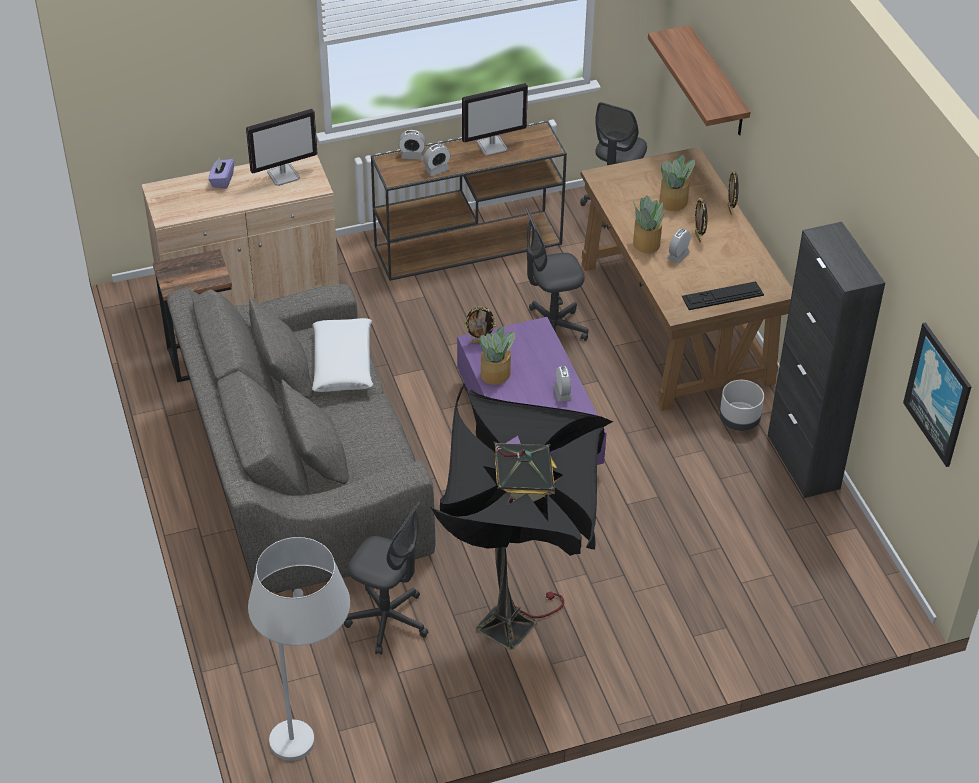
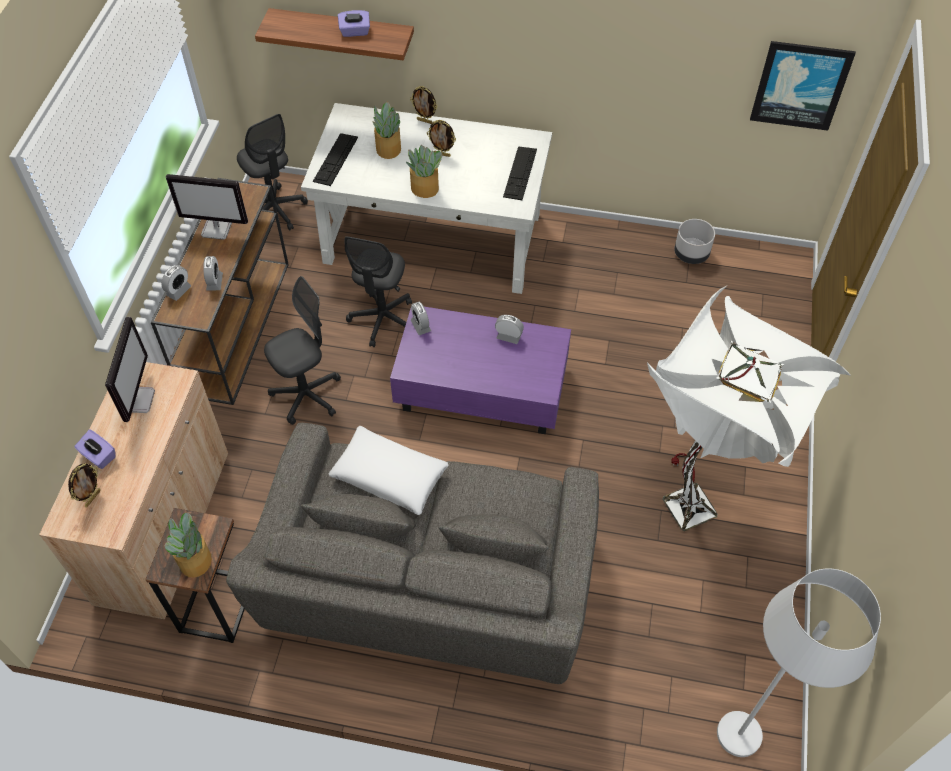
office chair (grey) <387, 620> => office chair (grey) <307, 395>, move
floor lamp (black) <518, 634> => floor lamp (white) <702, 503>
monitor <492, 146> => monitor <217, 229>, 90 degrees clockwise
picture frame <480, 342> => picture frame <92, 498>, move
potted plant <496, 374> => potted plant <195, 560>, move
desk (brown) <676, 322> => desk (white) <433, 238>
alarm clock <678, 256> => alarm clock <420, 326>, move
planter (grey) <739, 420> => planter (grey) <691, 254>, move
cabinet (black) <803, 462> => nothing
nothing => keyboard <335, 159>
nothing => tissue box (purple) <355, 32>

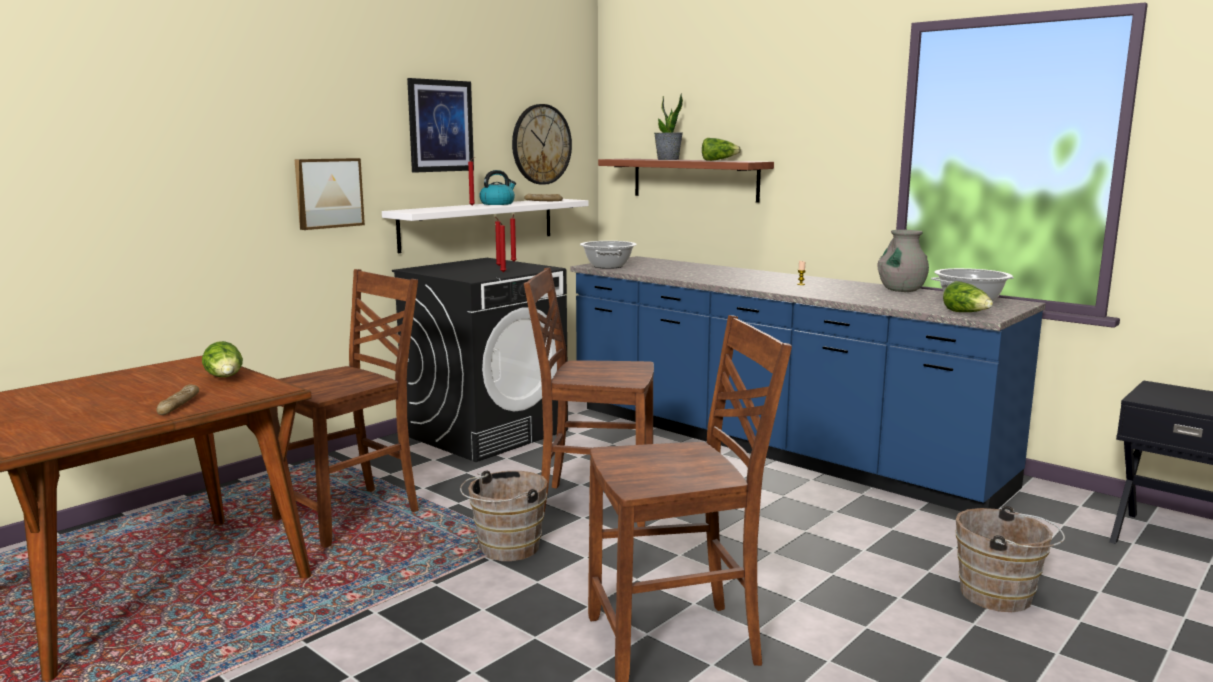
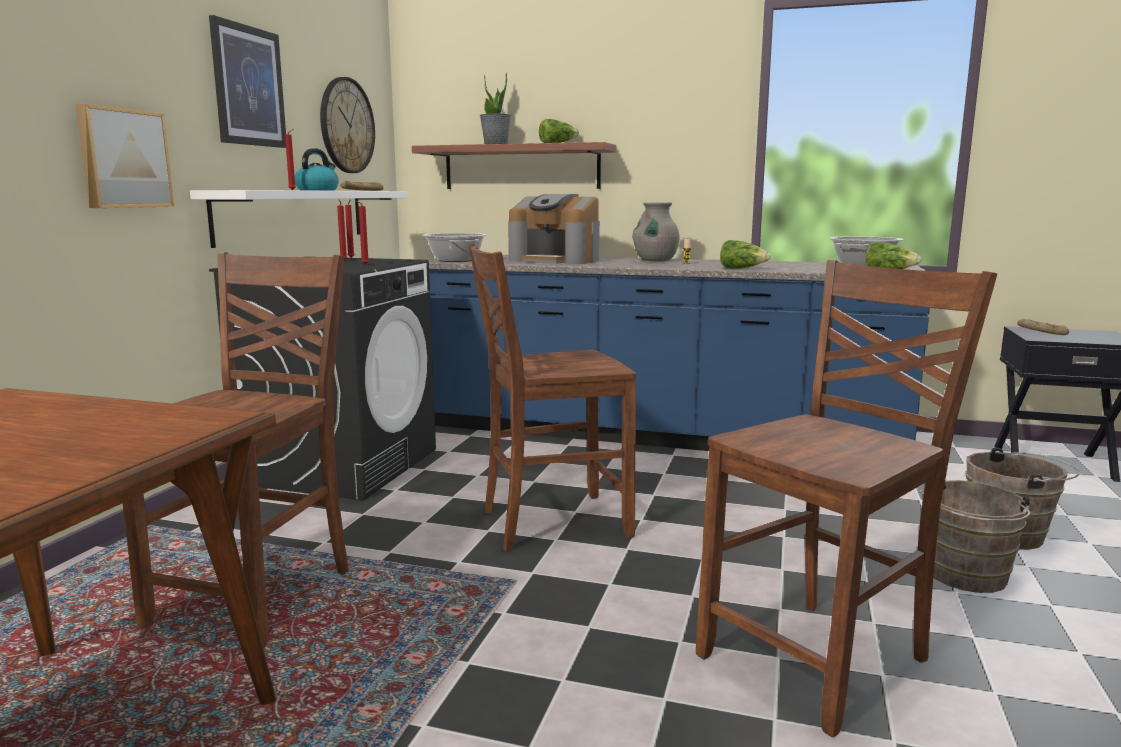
bread <179, 405> => bread <1041, 331>, move
lettuce <226, 378> => lettuce <742, 269>, move
bucket (brown) <505, 549> => bucket (brown) <966, 577>, move
vase (grey) <901, 290> => vase (grey) <655, 260>, move
nothing => coffee machine <556, 260>

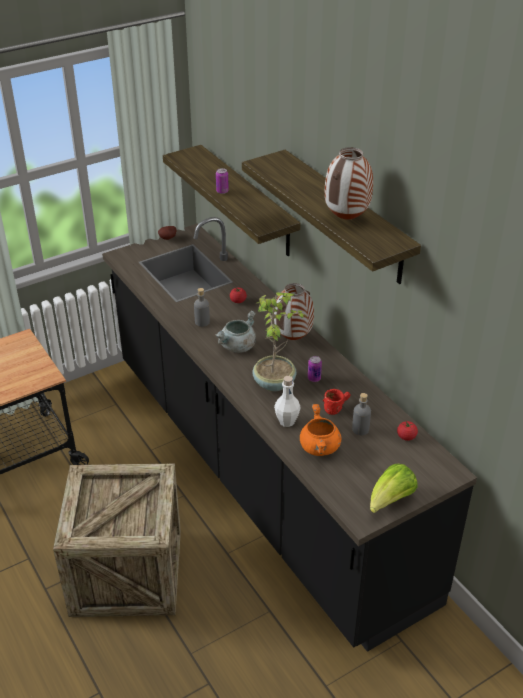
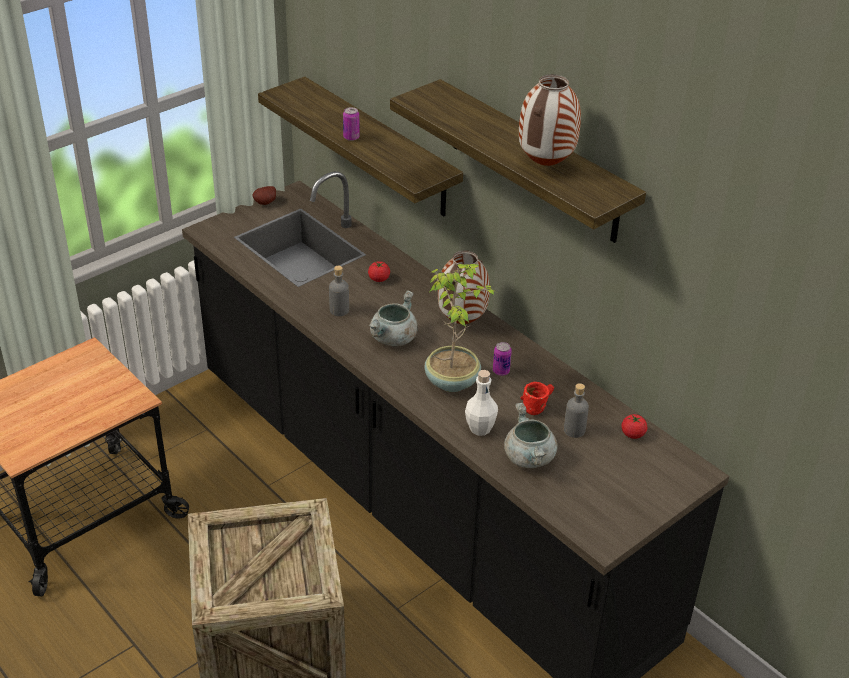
cooking pot (orange) <320, 448> => cooking pot (grey) <529, 458>
lettuce <390, 500> => nothing

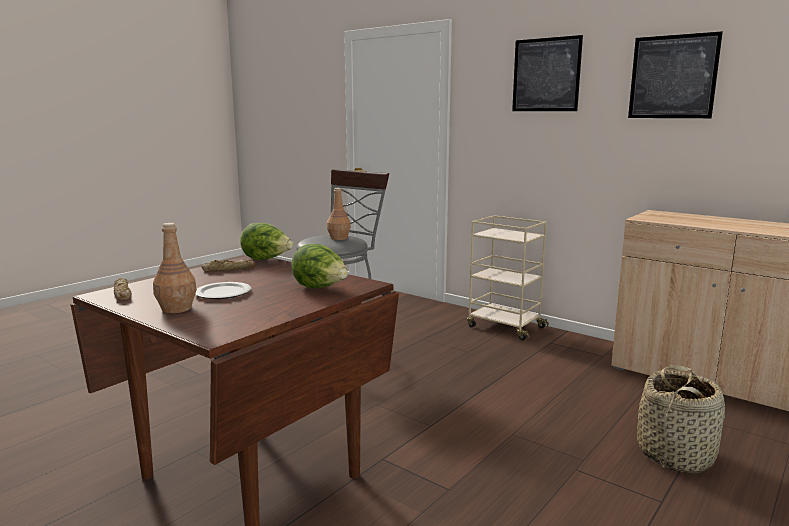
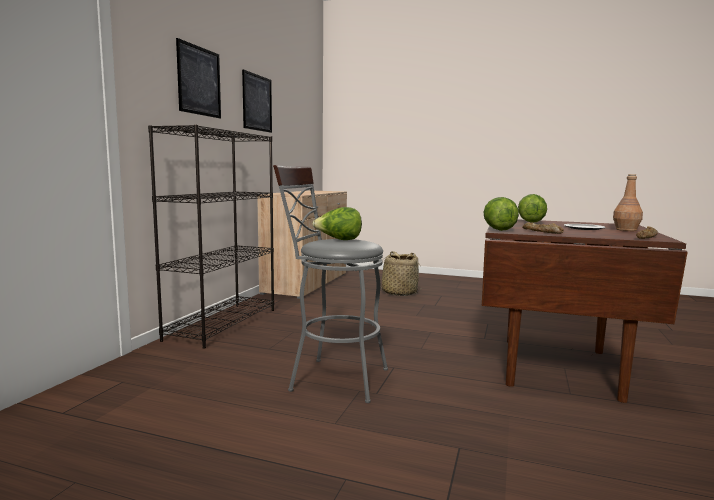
bottle (brown) <338, 238> => lettuce <339, 240>
cart (beige) <504, 327> => bookcase (black) <223, 324>

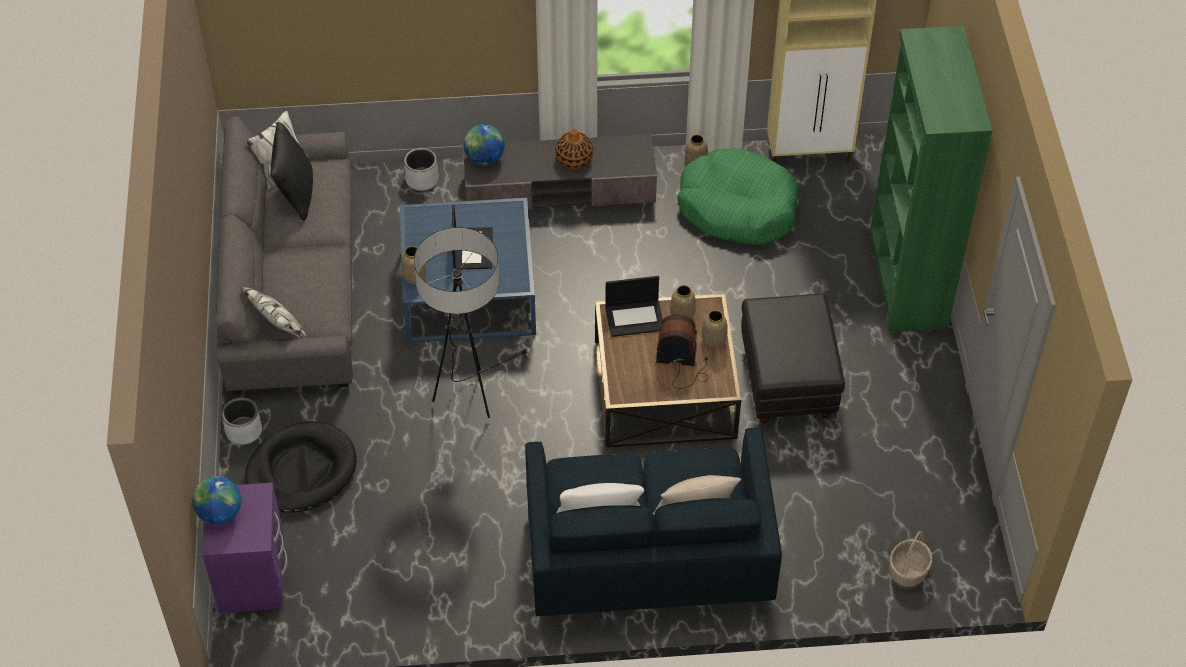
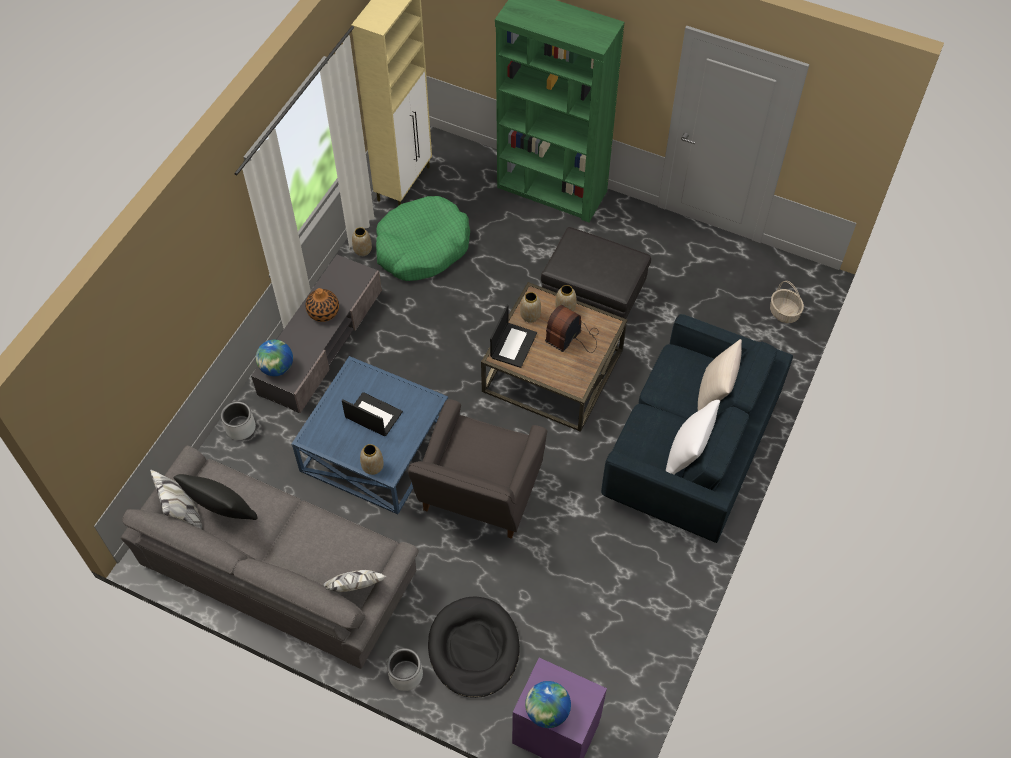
floor lamp <470, 396> => armchair (grey) <479, 496>

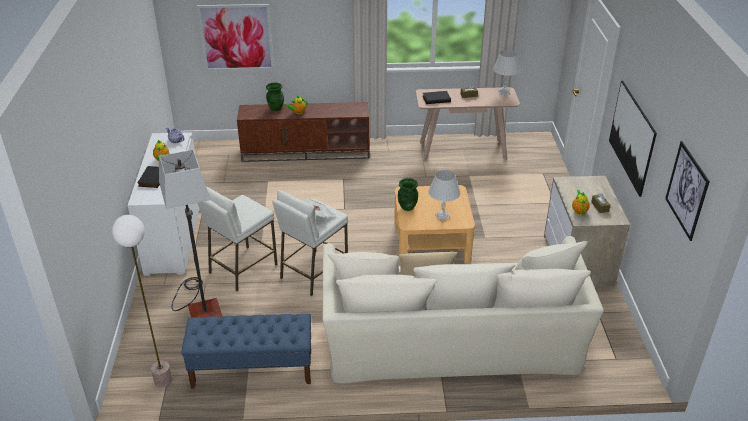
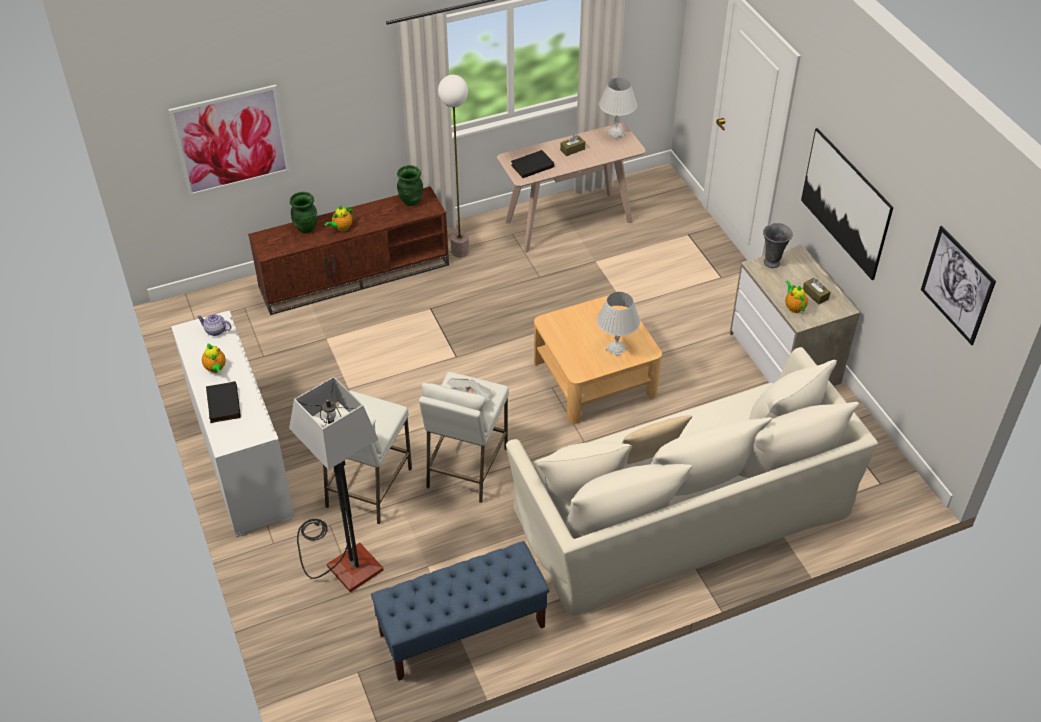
floor lamp <163, 380> => floor lamp <460, 251>, move
vase (green) <407, 207> => vase (green) <410, 201>, move
nothing => vase (grey) <772, 262>

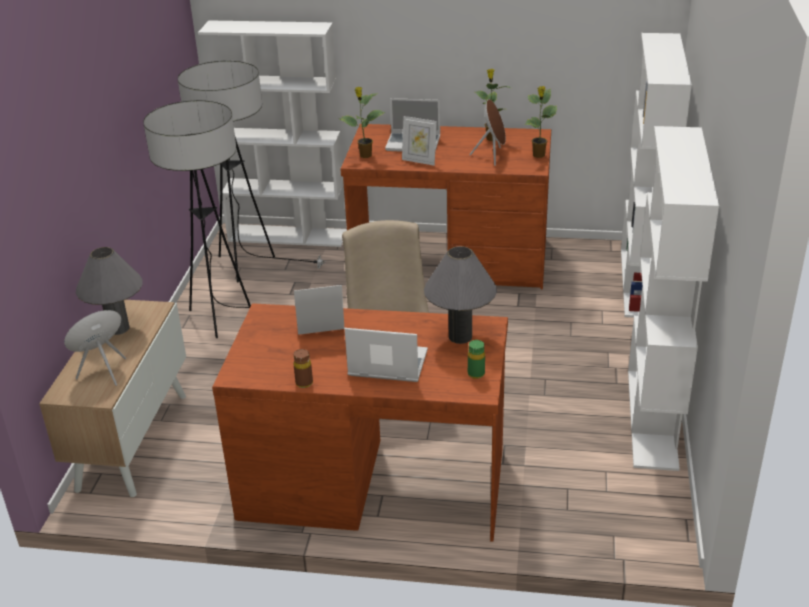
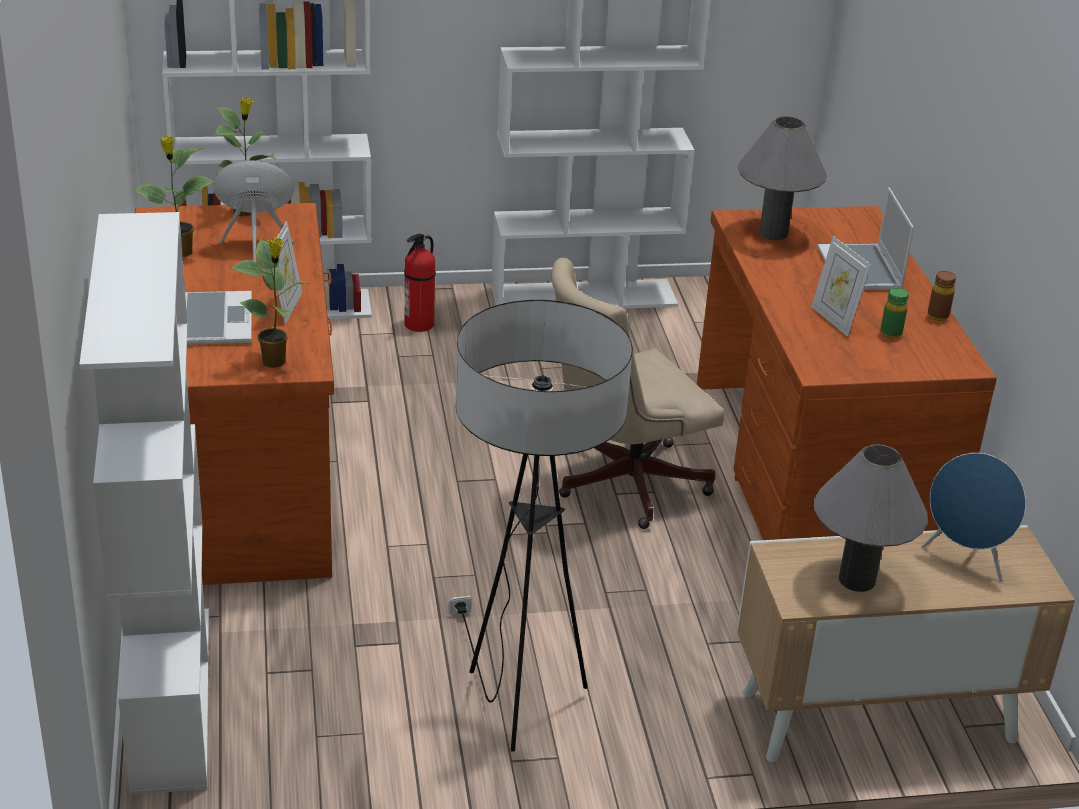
floor lamp <248, 269> => nothing
bottle (green) <476, 374> => bottle (green) <891, 333>, move
nothing => fire extinguisher <419, 325>

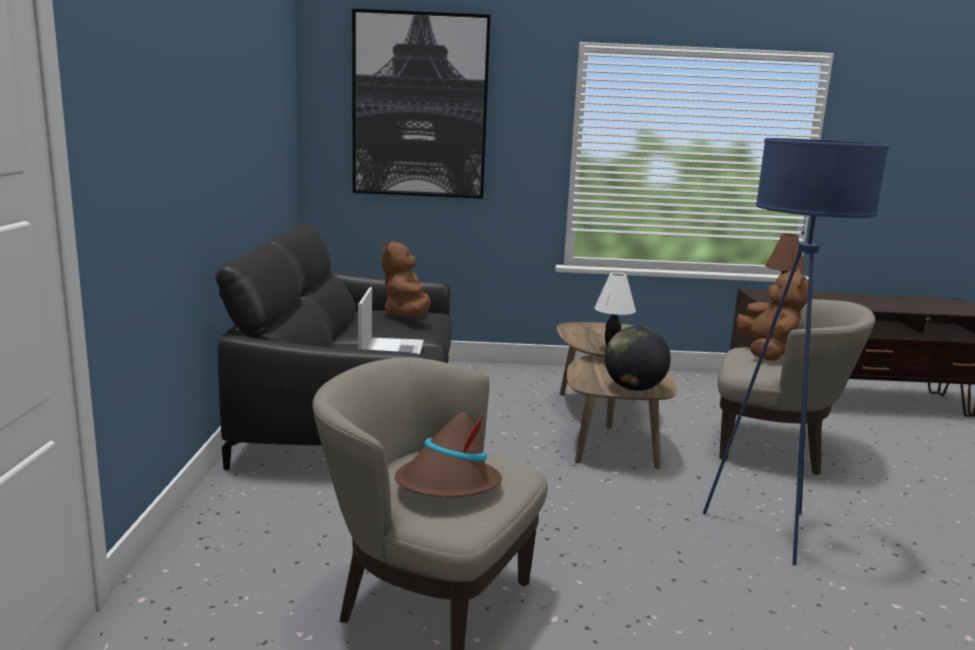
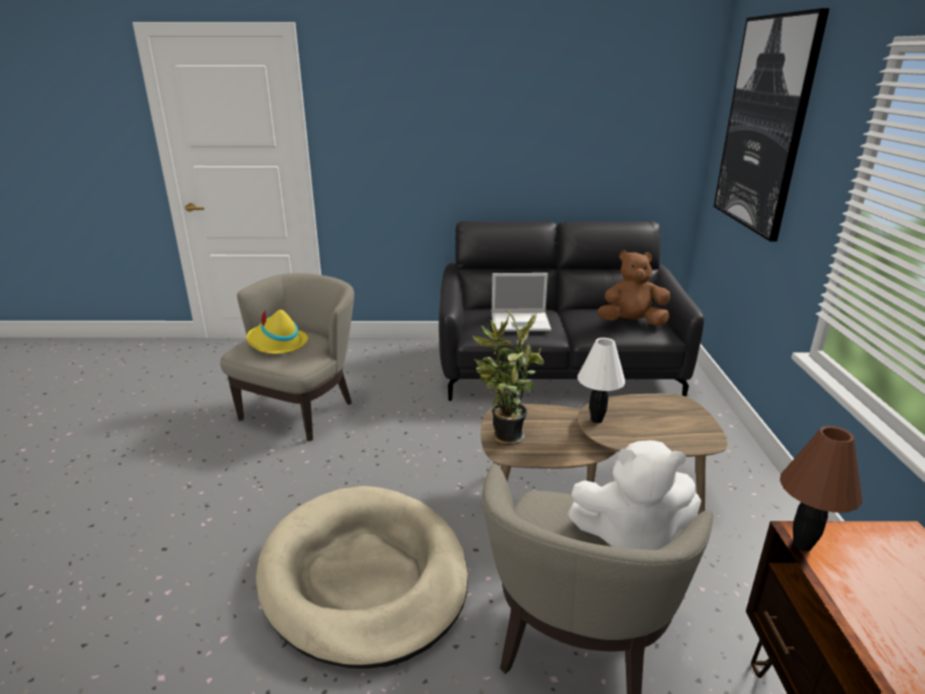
hat (brown) <447, 485> => hat (yellow) <277, 343>
globe <634, 388> => potted plant <504, 437>
floor lamp (blue) <765, 530> => dog bed (beige) <364, 577>
plush toy (brown) <767, 353> => plush toy (white) <630, 536>

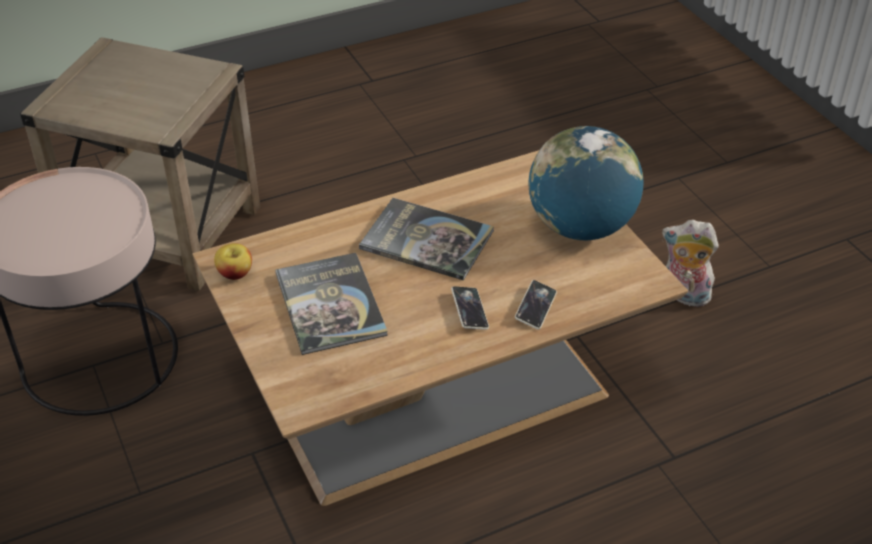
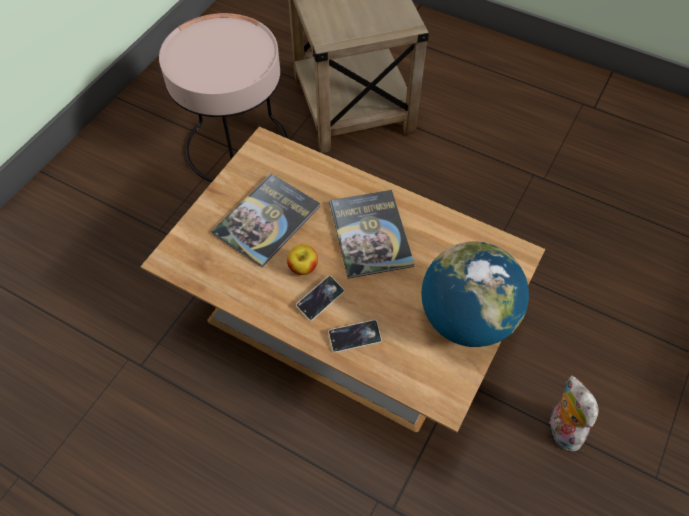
apple <235, 273> => apple <303, 267>, move

